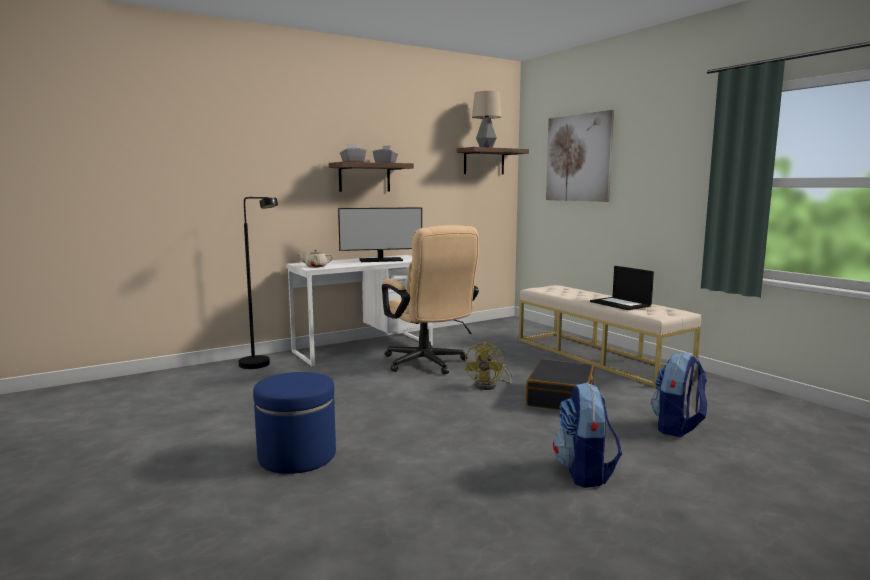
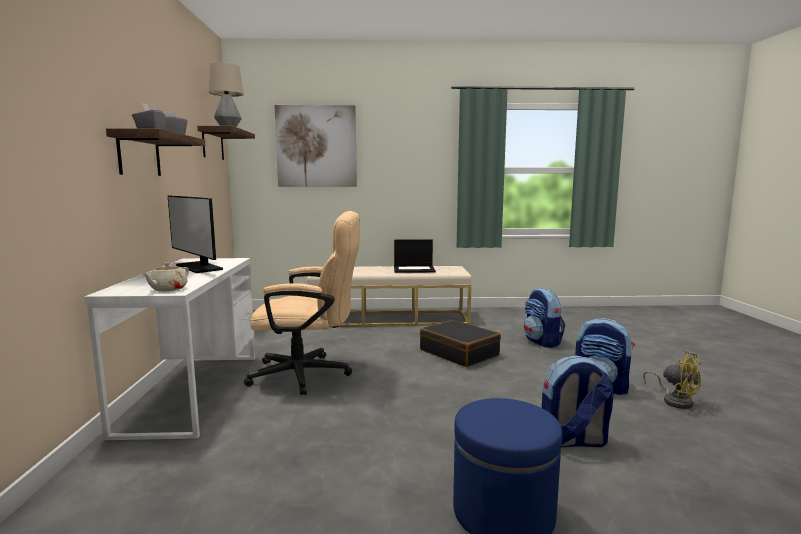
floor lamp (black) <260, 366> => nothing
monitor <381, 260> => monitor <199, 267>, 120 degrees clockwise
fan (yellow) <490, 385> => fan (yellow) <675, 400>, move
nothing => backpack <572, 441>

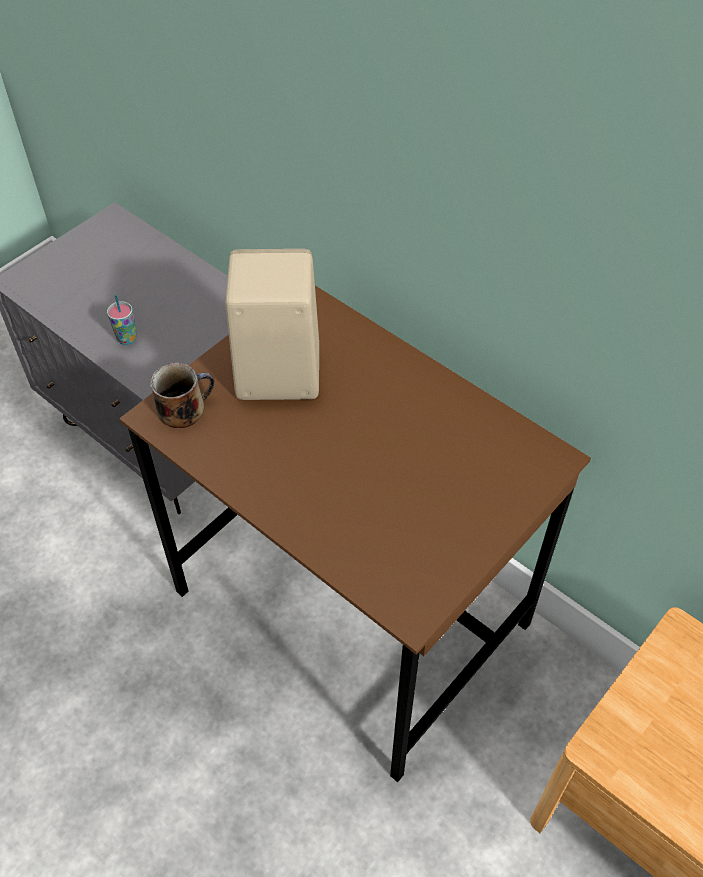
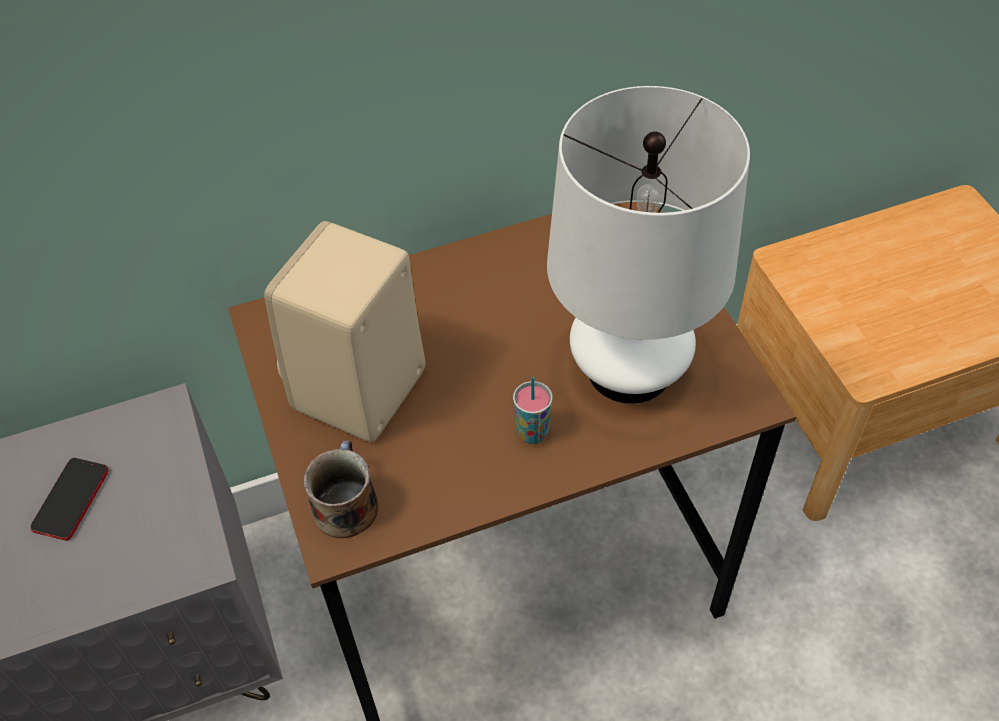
cup <127, 338> => cup <532, 433>, move
nothing => phone <71, 499>
nothing => table lamp (white) <629, 369>

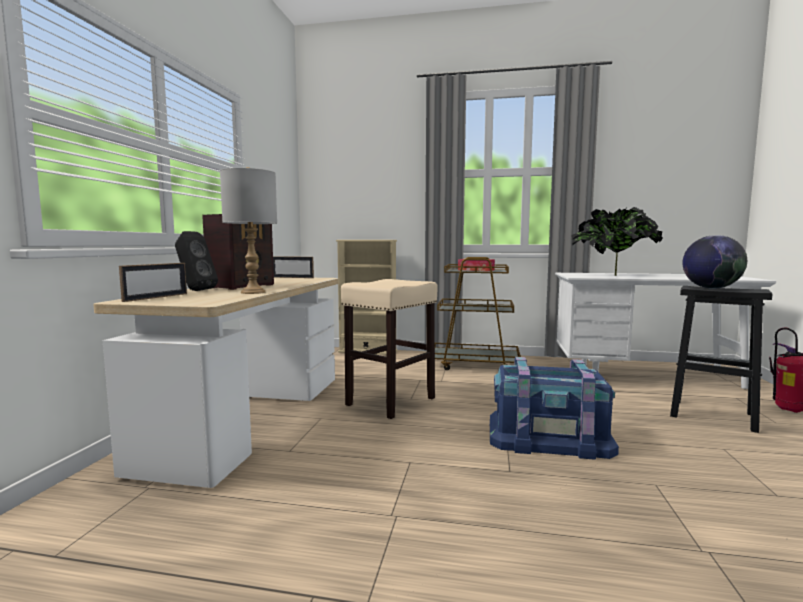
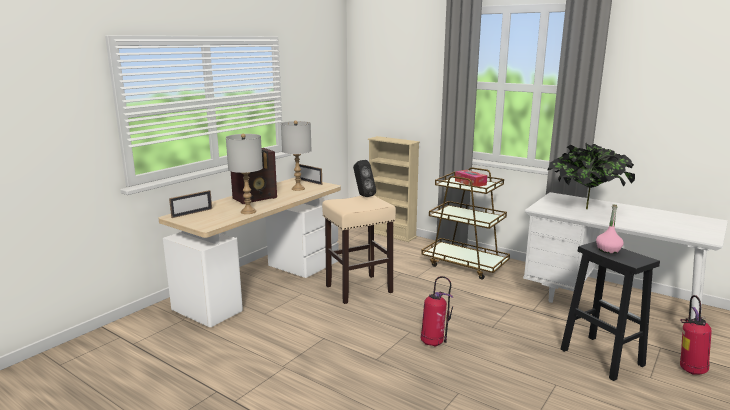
speaker (black) <195, 290> => speaker (black) <363, 195>, move
storage box (blue) <548, 437> => fire extinguisher <434, 343>
globe <711, 288> => bottle (pink) <608, 250>
nothing => table lamp (grey) <298, 189>

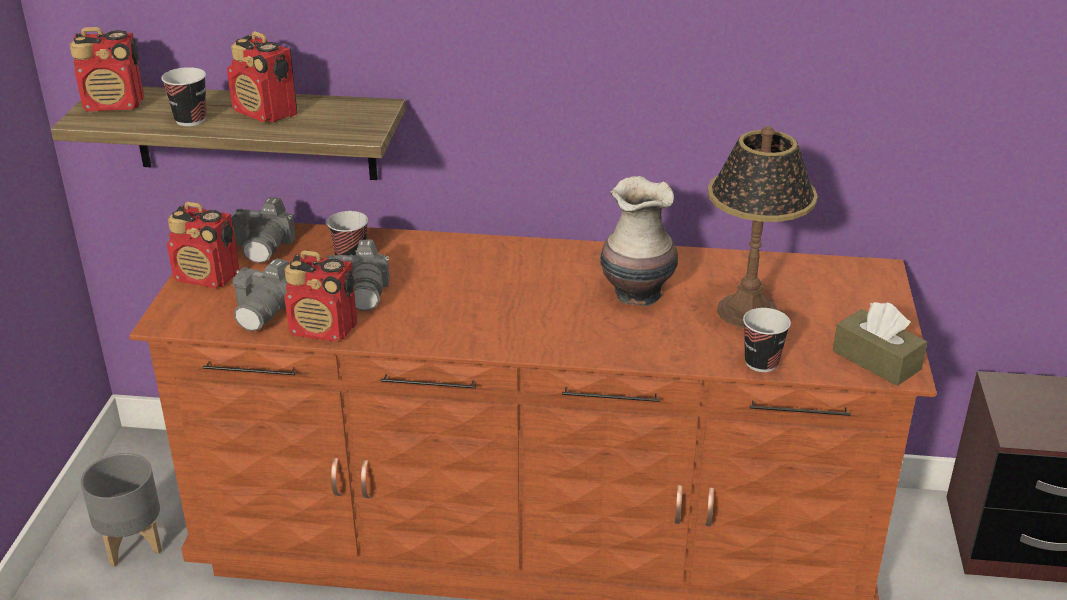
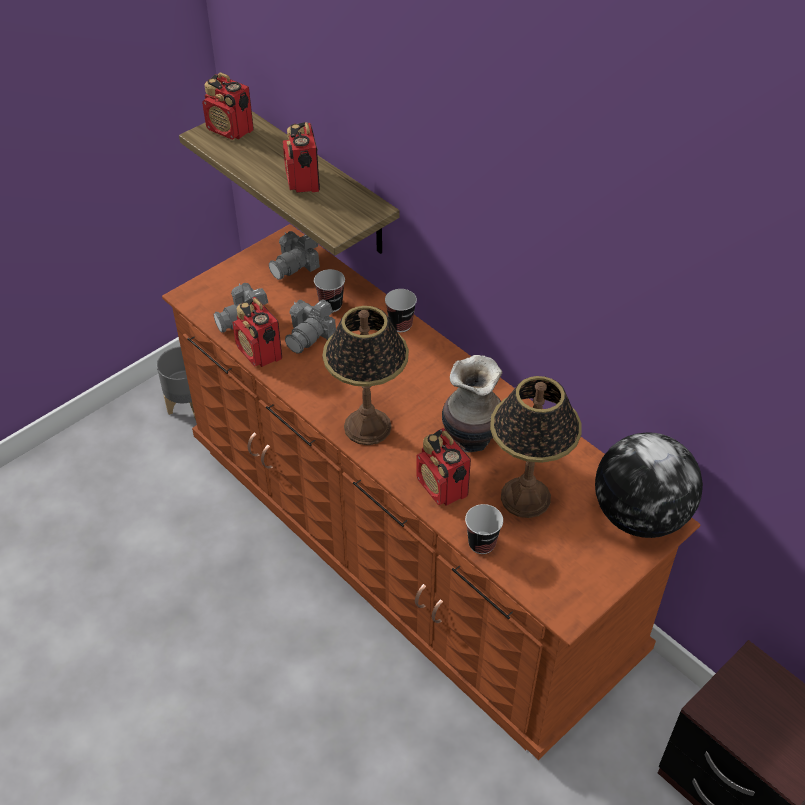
cup <190, 120> => cup <400, 325>, move
radio <208, 277> => radio <442, 487>, move
tissue box (brown) <876, 360> => nothing
nothing => table lamp <368, 427>
nothing => globe <639, 515>

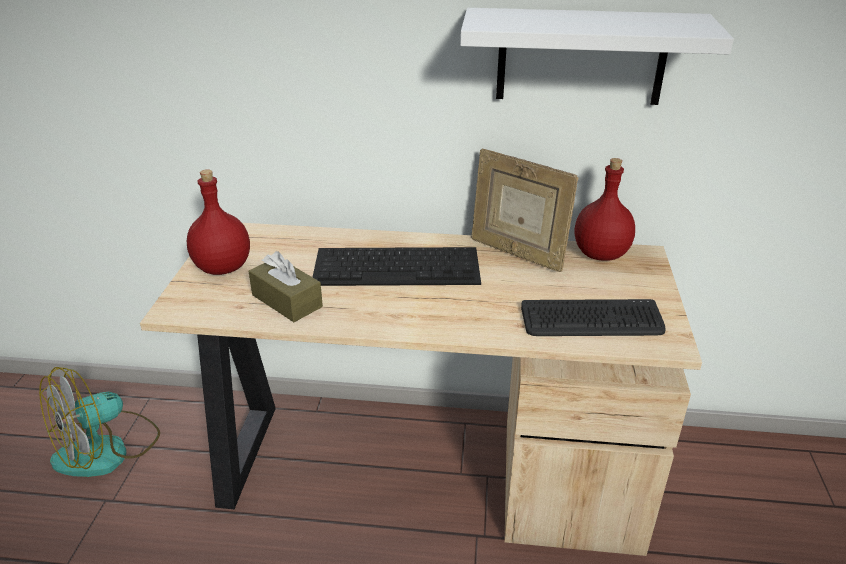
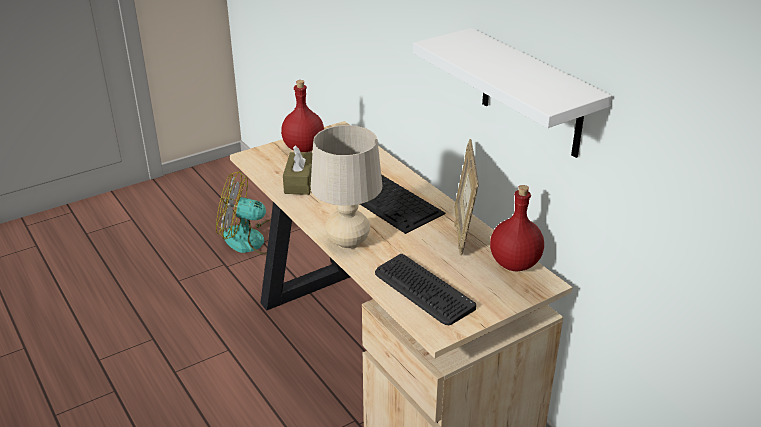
nothing => table lamp (beige) <347, 242>

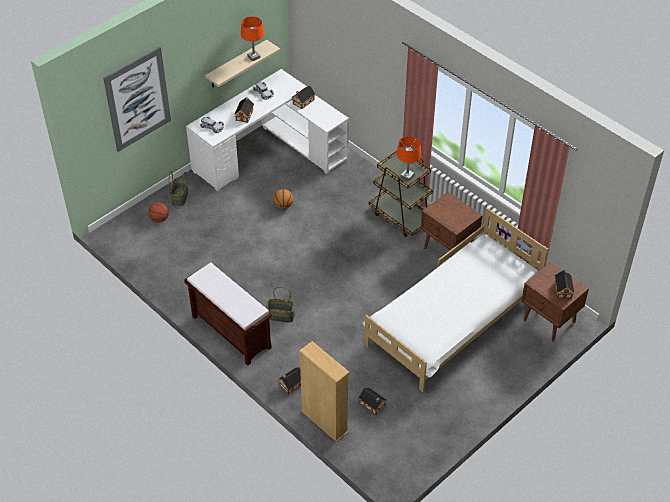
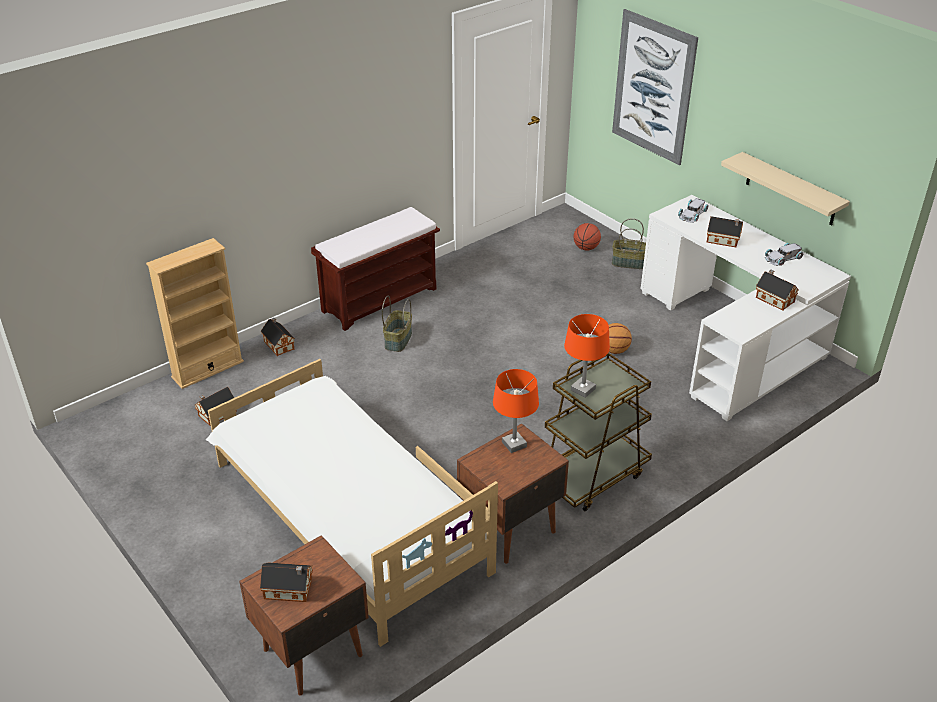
table lamp (orange) <253, 57> => table lamp (orange) <514, 444>, move

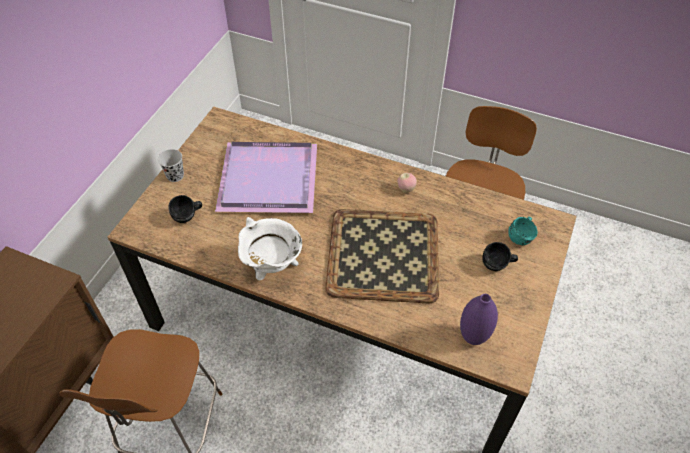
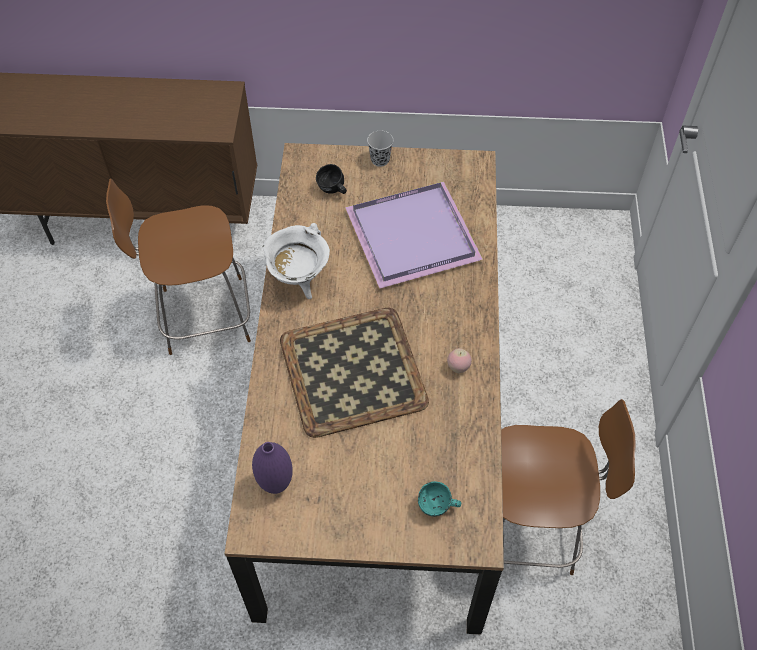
mug (black) <497, 266> => nothing

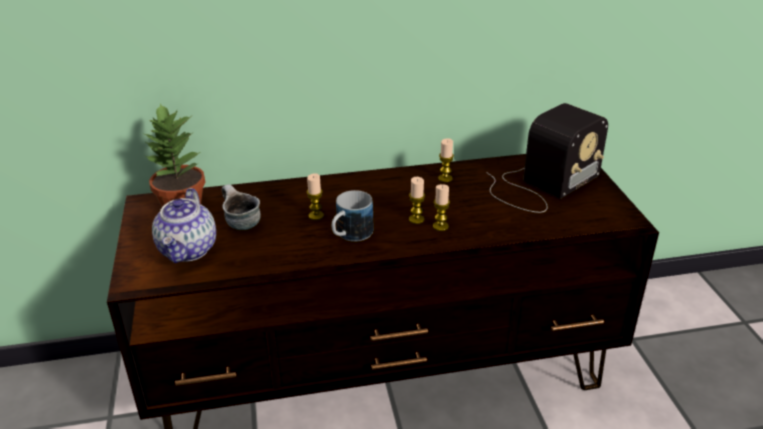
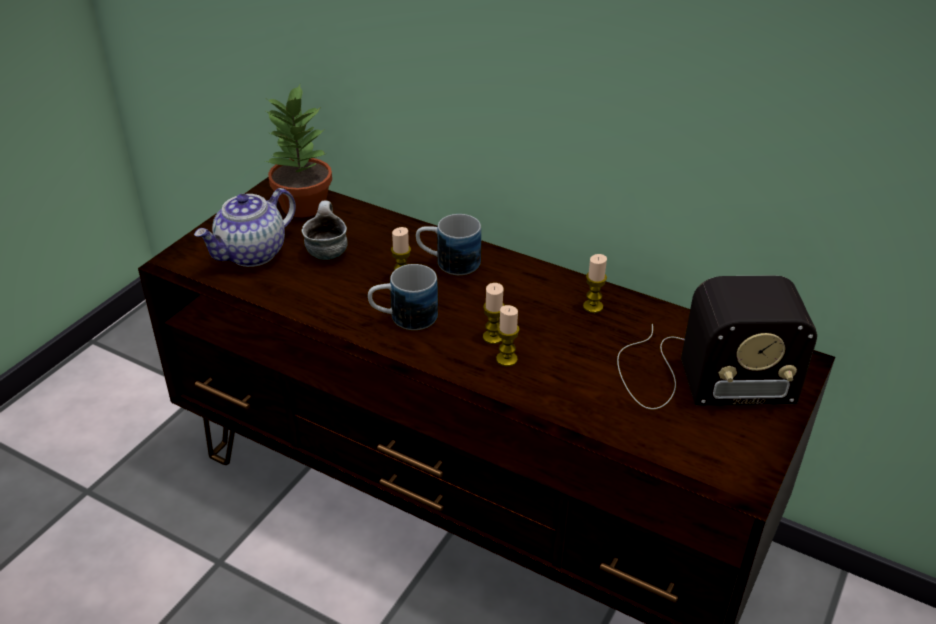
nothing => mug <448, 263>

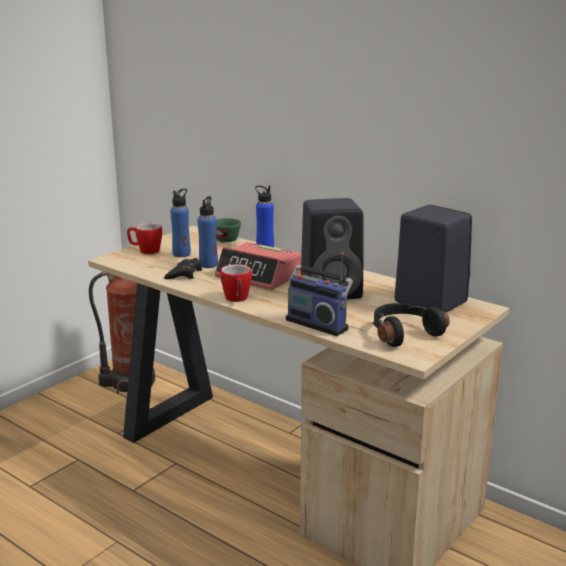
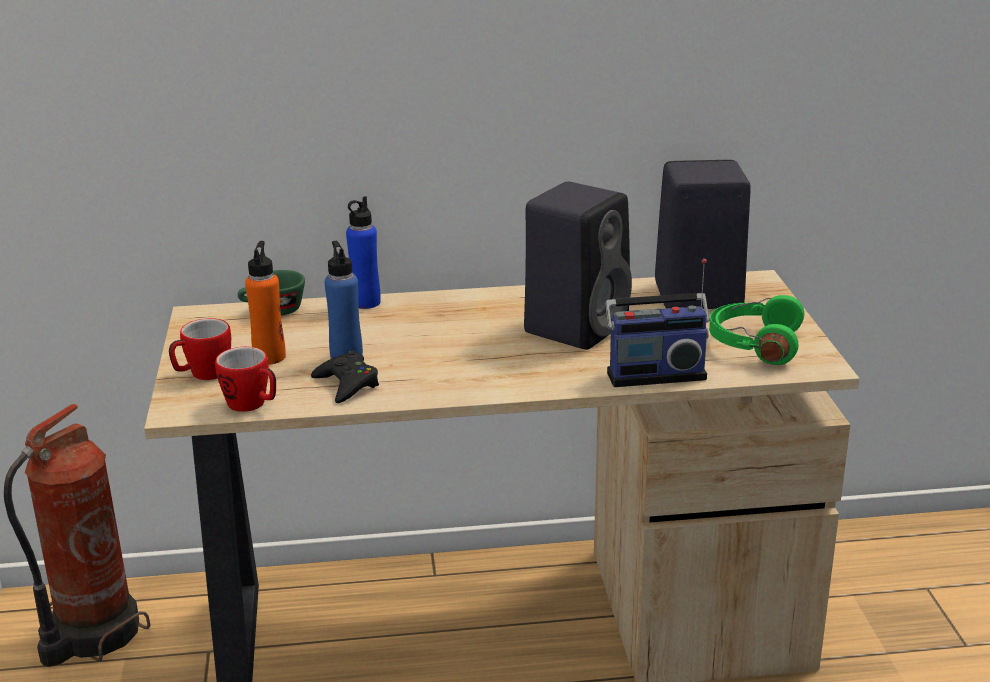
bottle (blue) <181, 254> => bottle (orange) <269, 357>
alarm clock <259, 276> => nothing
mug <237, 300> => mug <252, 405>, move
headphones (black) <403, 333> => headphones (green) <754, 344>

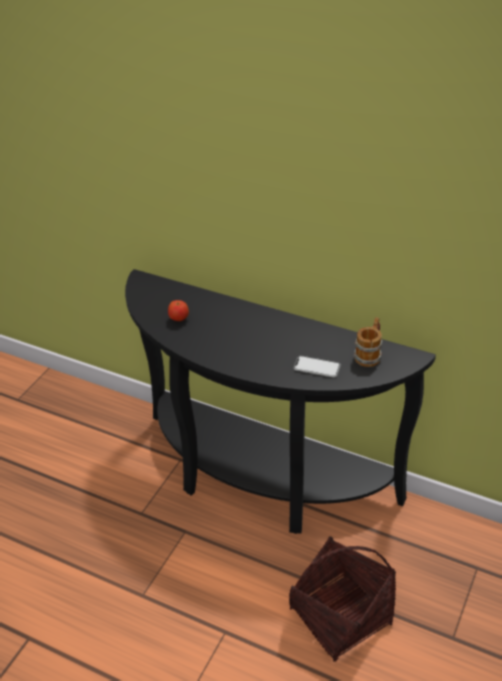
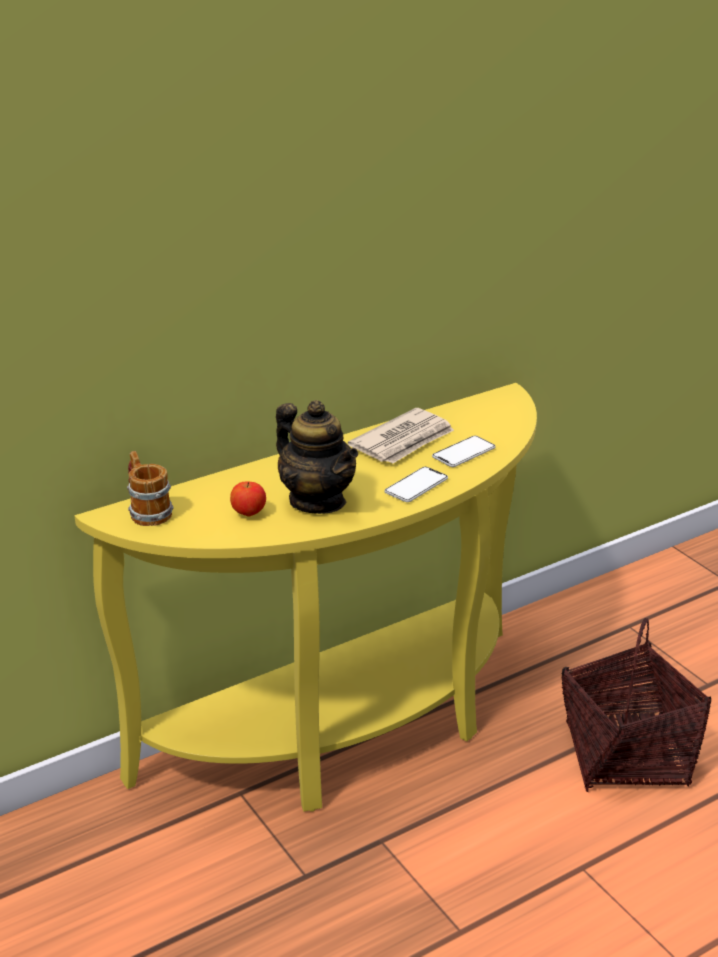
console table (black) <258, 480> => console table (yellow) <352, 733>
mug <369, 354> => mug <147, 511>, move
nothing => teapot <317, 501>
nothing => newspaper <404, 441>
nothing => phone <416, 486>

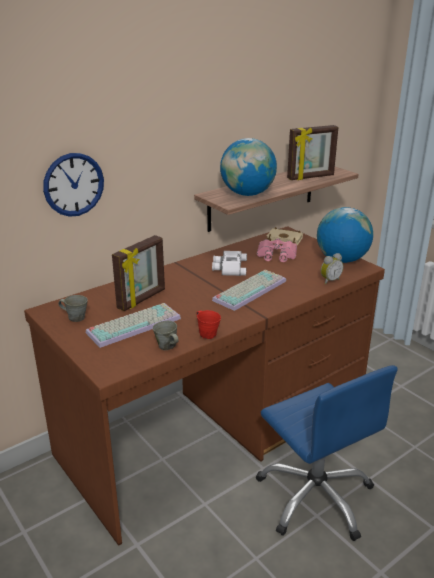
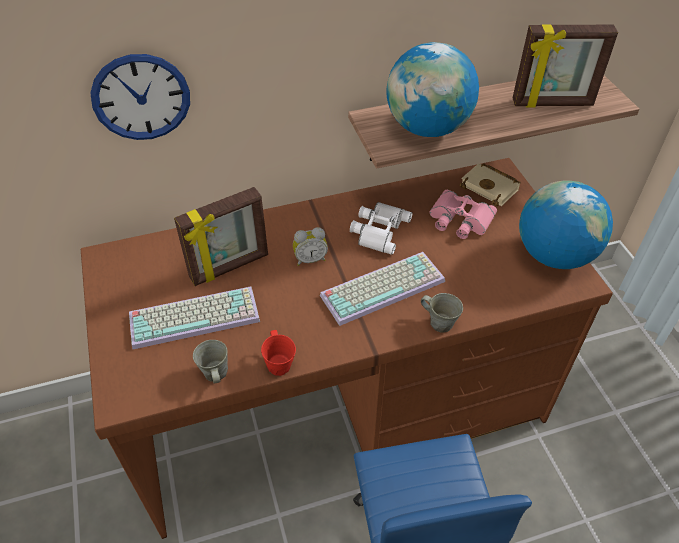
mug (grey) <75, 317> => mug (grey) <440, 322>, move
alarm clock <329, 280> => alarm clock <310, 259>, move

